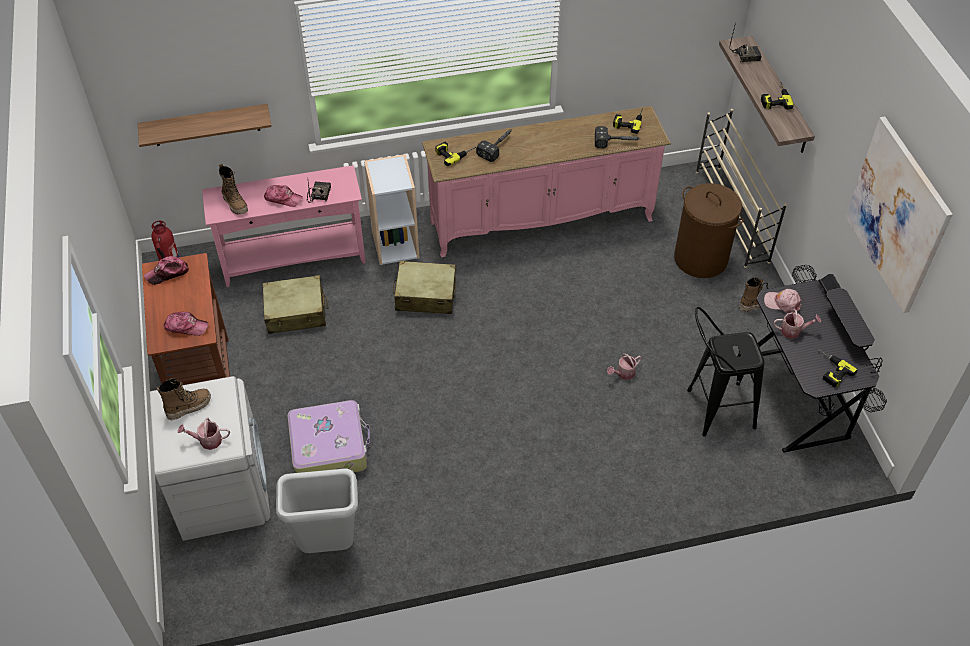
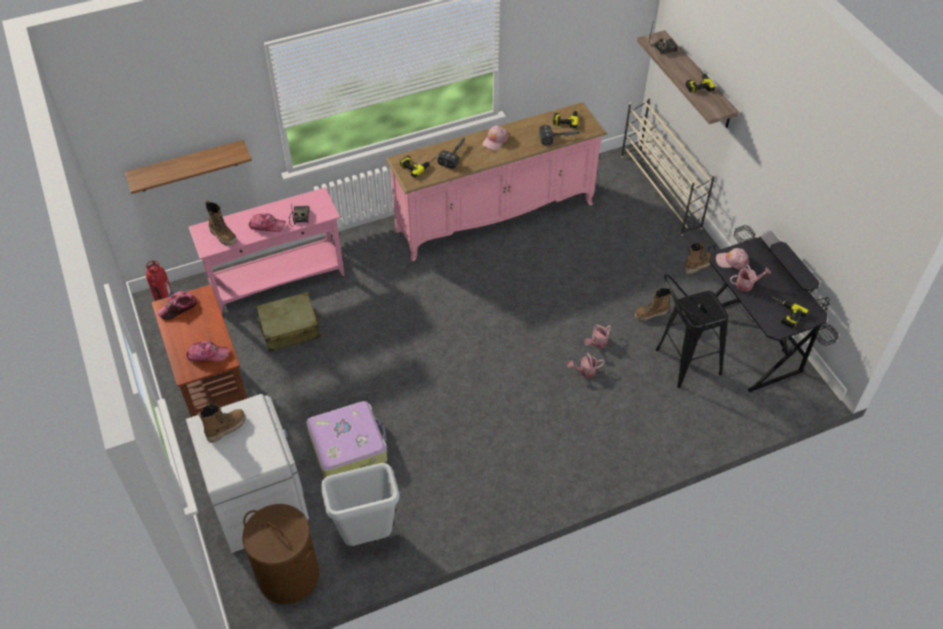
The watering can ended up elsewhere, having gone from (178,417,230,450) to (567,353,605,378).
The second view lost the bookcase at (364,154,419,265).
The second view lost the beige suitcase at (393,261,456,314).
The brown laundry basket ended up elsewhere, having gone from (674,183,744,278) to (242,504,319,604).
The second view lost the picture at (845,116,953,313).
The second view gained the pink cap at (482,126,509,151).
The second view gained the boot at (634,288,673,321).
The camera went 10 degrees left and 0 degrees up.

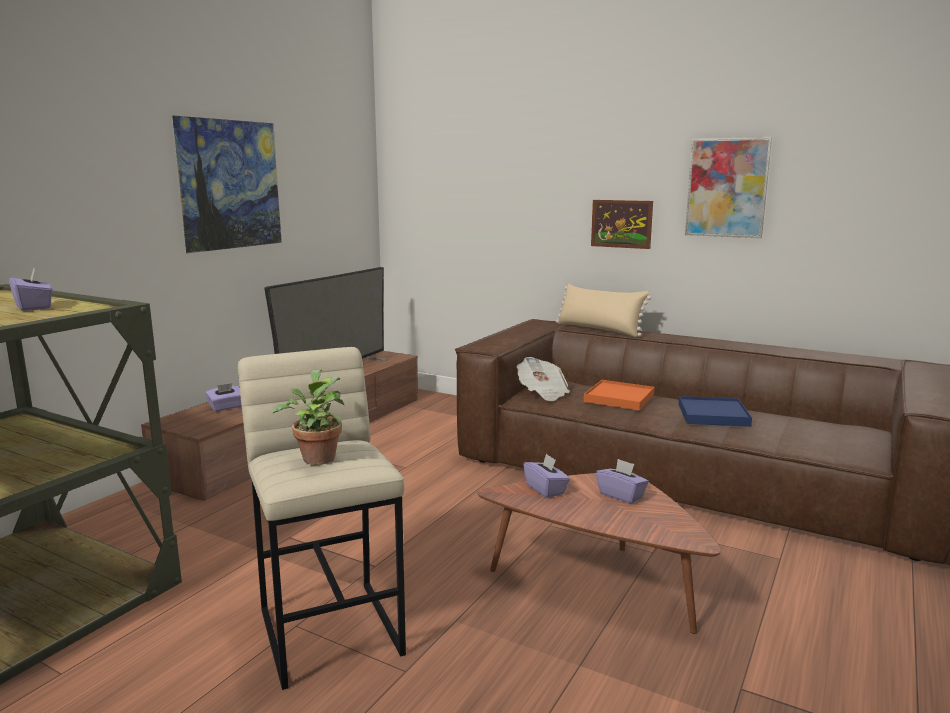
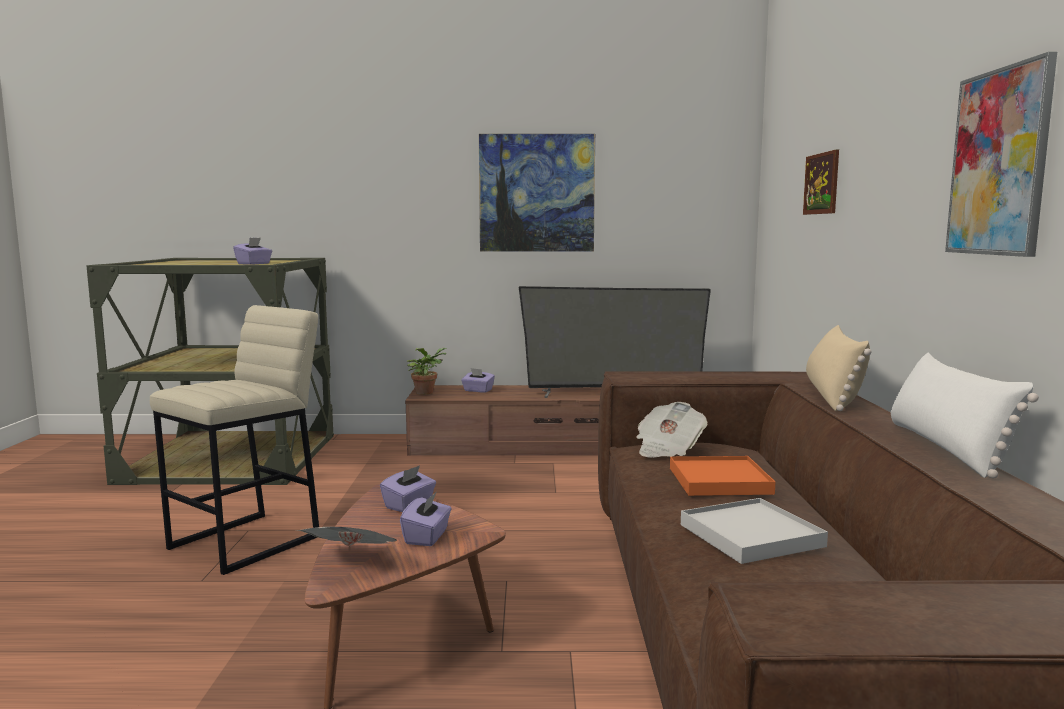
The potted plant ended up elsewhere, having gone from (272,369,345,465) to (407,348,447,395).
The picture ended up elsewhere, having gone from (591,200,653,249) to (803,150,839,215).
What was the blue tray at (678,396,752,427) turned into the white tray at (681,498,828,564).
The second view gained the newspaper at (296,527,398,546).
The second view gained the white pillow at (891,353,1039,479).
The camera went 60 degrees right and 5 degrees down.

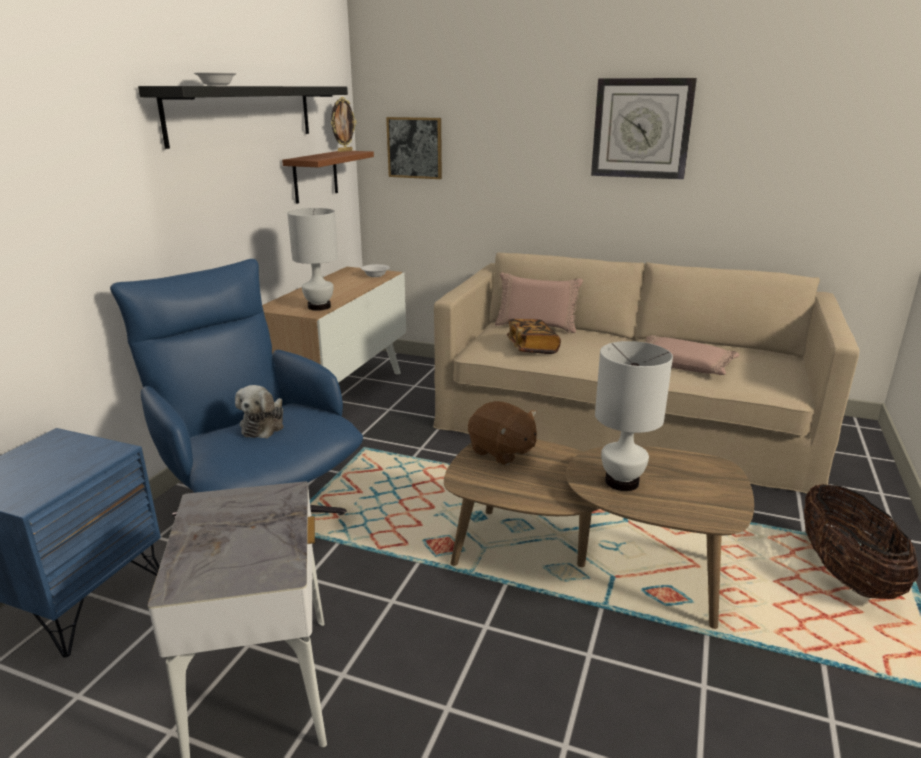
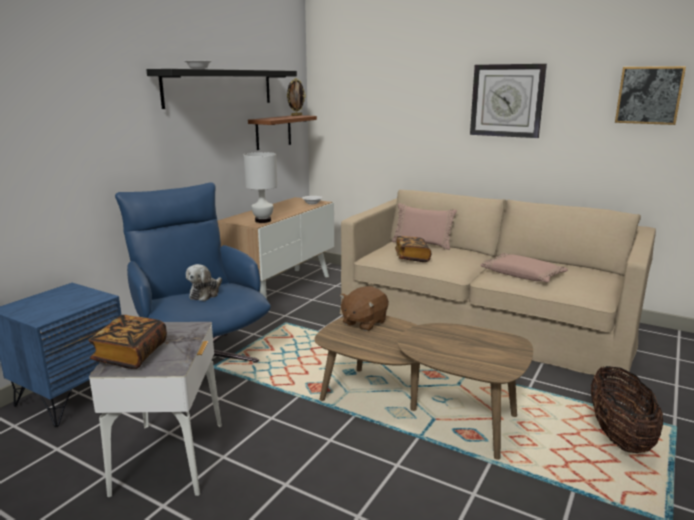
The picture ended up elsewhere, having gone from (386,117,442,179) to (615,66,686,125).
The brown plush toy at (468,401,537,465) ended up facing another way, 75 degrees clockwise from before.
The second view lost the white table lamp at (595,341,673,491).
The second view gained the book at (88,315,167,369).
The camera went 10 degrees right and 5 degrees down.

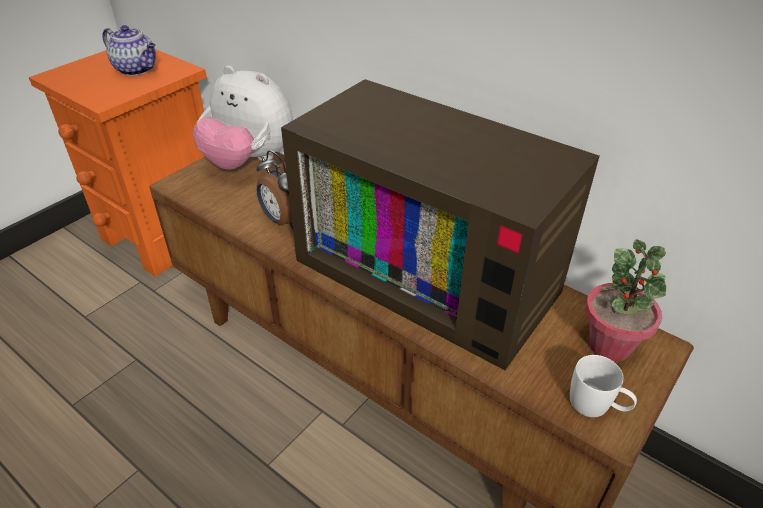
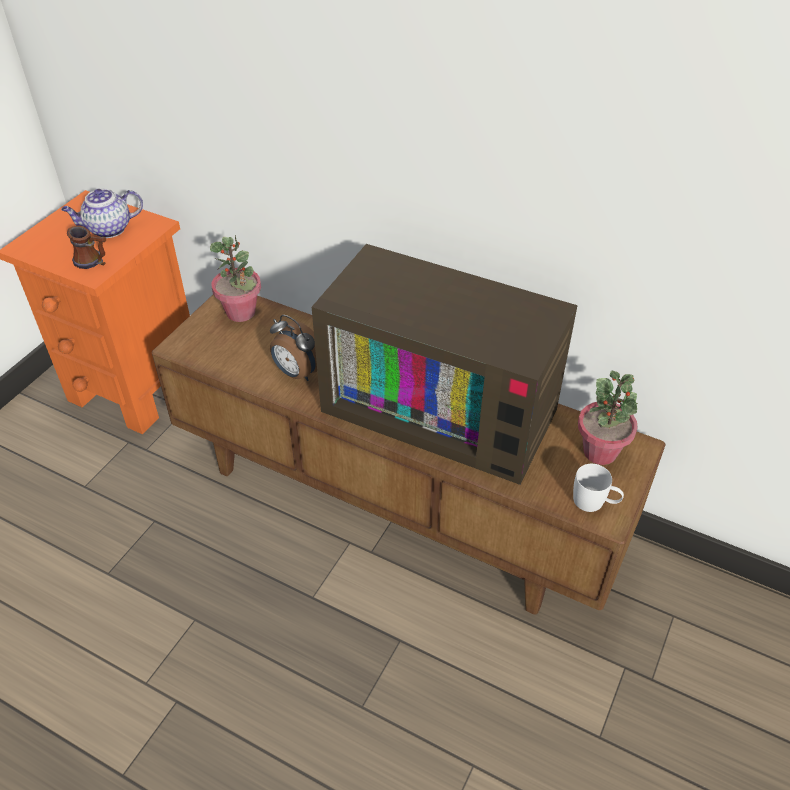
The teapot at (102,25,156,76) ended up facing another way, 135 degrees clockwise from before.
Where the plush toy stood at (193,65,293,170), the potted plant came to stand at (210,235,261,322).
The second view gained the mug at (67,225,106,269).
The camera went 10 degrees left and 5 degrees up.

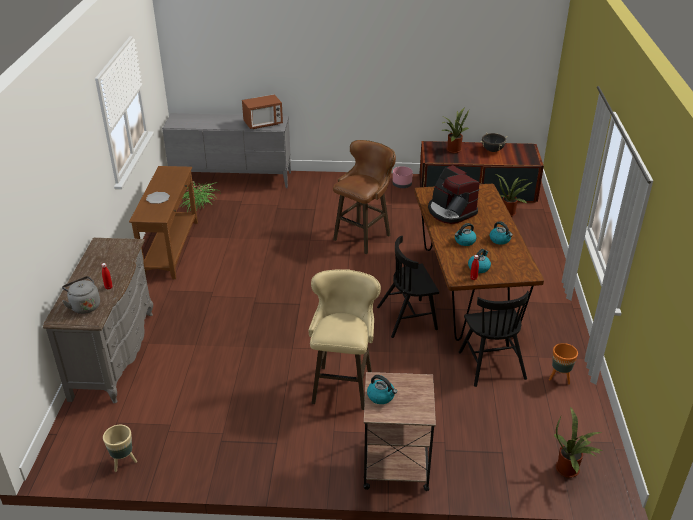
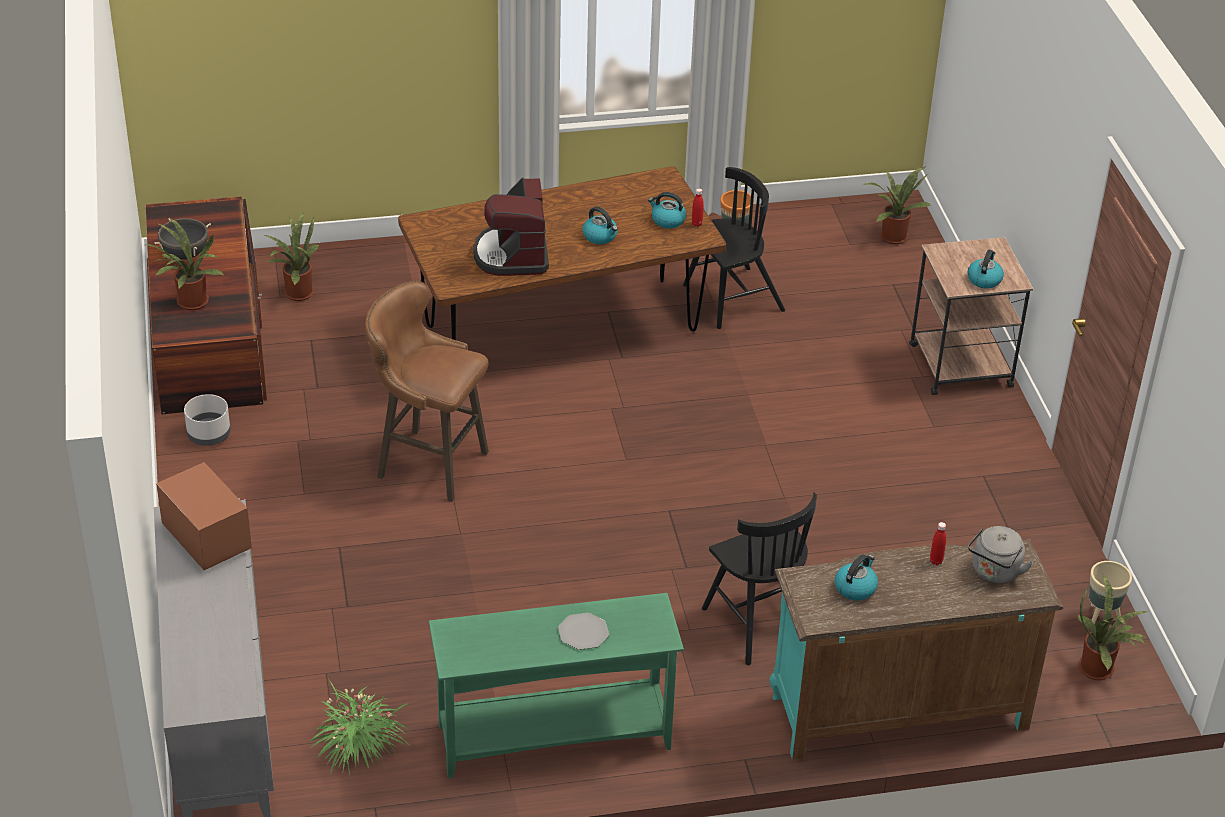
What was the grey dresser at (43,238,153,403) turned into the turquoise dresser at (769,540,1063,760).
What was the brown console table at (129,166,198,279) turned into the green console table at (429,593,684,778).
The second view lost the beige stool at (308,269,381,410).
The black chair ended up elsewhere, having gone from (377,236,439,338) to (702,492,817,665).
What was the pink planter at (393,166,413,188) turned into the grey planter at (184,394,230,446).
The coffee machine at (428,165,480,224) ended up facing another way, 135 degrees clockwise from before.
The kettle ended up elsewhere, having gone from (490,221,513,245) to (835,555,878,600).
The second view gained the potted plant at (1078,574,1148,680).
The camera went 105 degrees left and 5 degrees up.

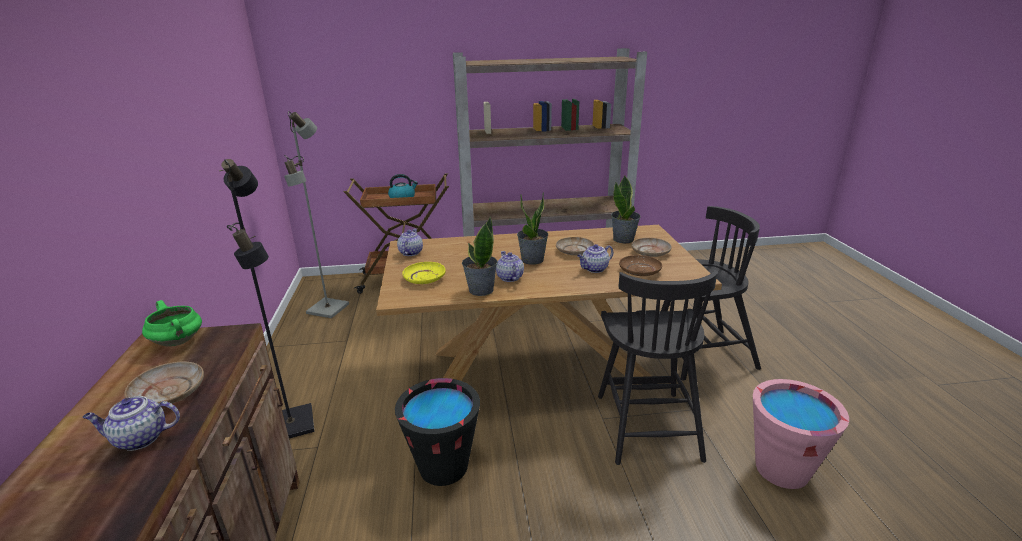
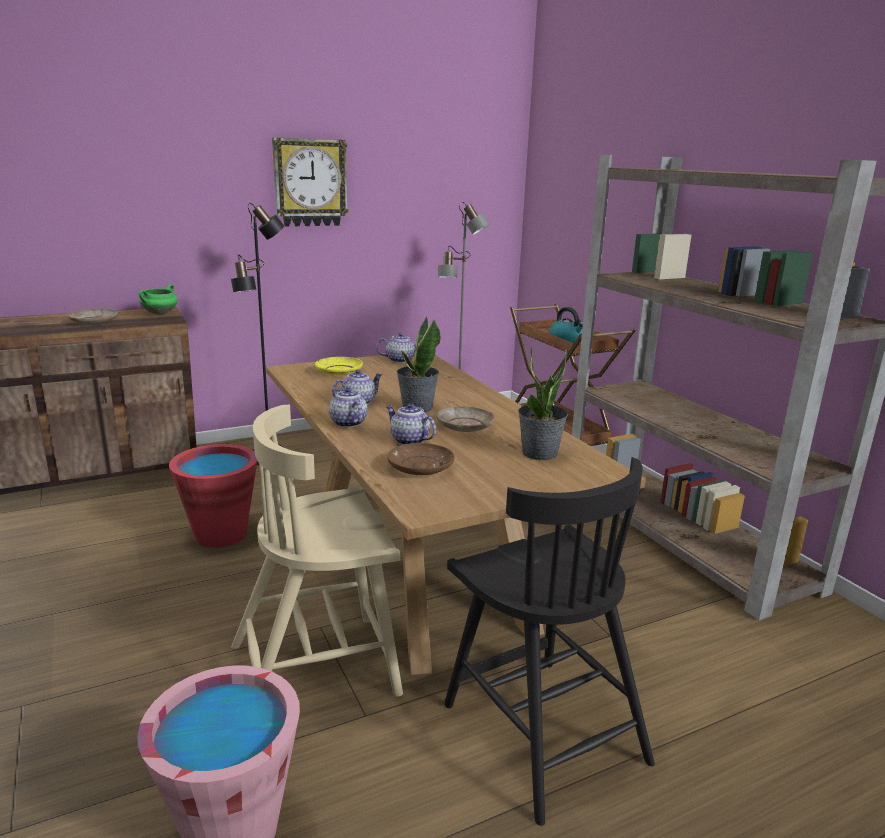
The teapot ended up elsewhere, having gone from (82,396,180,451) to (329,387,368,427).
What was the black bucket at (395,378,480,486) turned into the red bucket at (169,444,257,548).
The second view lost the potted plant at (462,216,497,296).
What was the black chair at (598,270,717,465) turned into the beige chair at (231,405,403,697).
The second view lost the beige plate at (631,238,672,257).
The second view gained the wall clock at (272,137,348,227).
The camera went 70 degrees right and 5 degrees down.

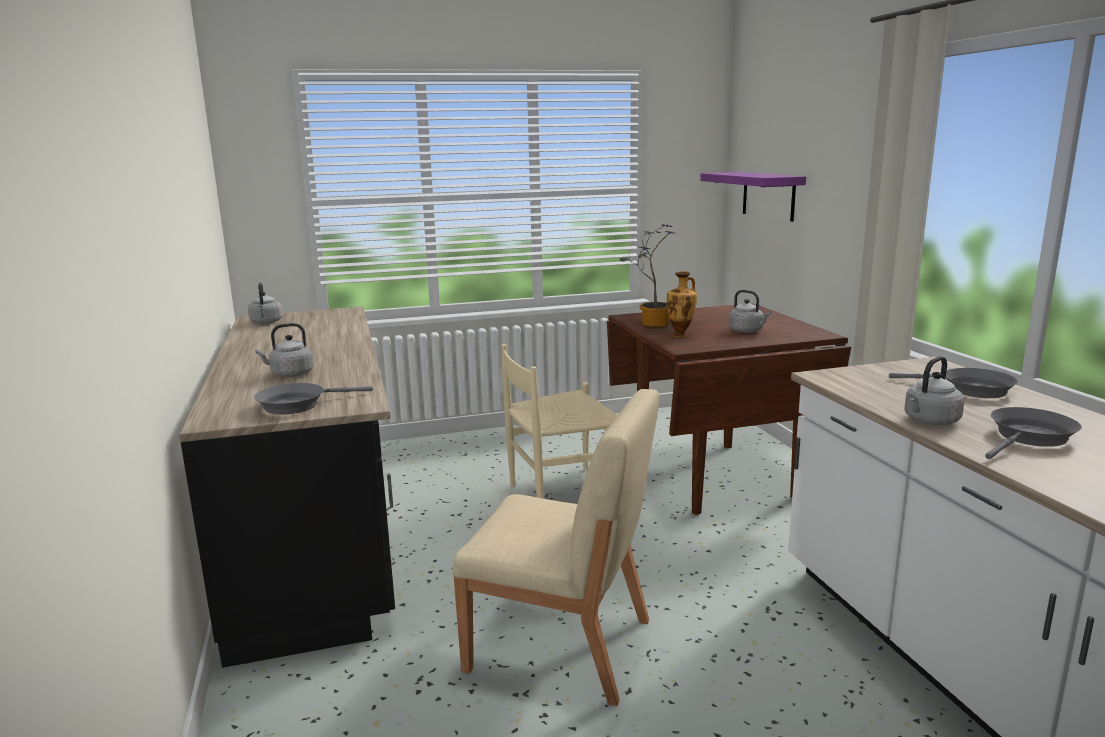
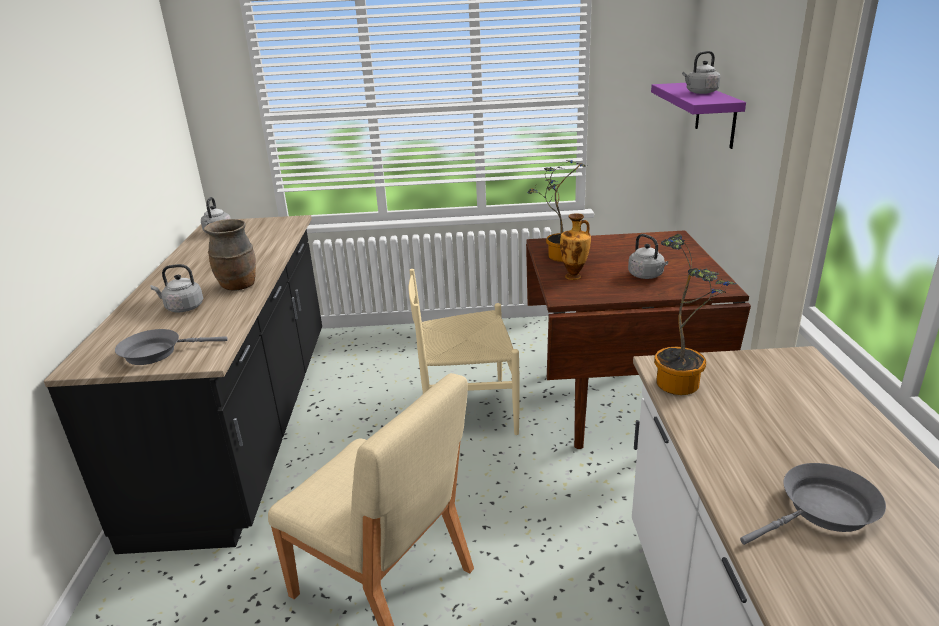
The second view lost the grey frying pan at (889,368,1018,398).
The grey kettle ended up elsewhere, having gone from (905,356,964,425) to (682,51,720,94).
The second view gained the brown vase at (204,219,256,291).
The second view gained the potted plant at (654,234,737,395).
The camera went 15 degrees right and 10 degrees up.

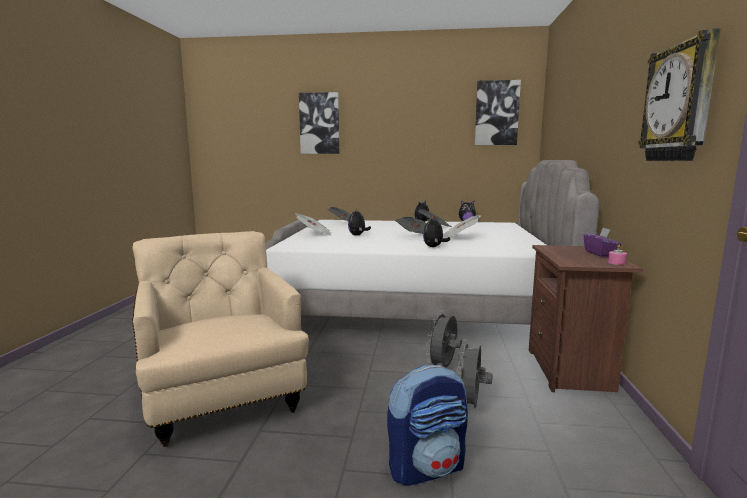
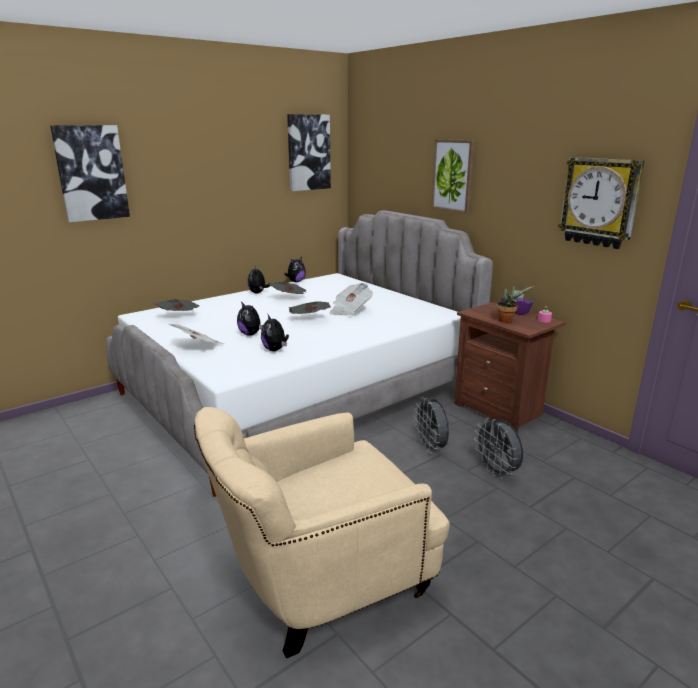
The beige armchair at (132,231,309,447) ended up facing another way, 45 degrees counterclockwise from before.
The second view lost the backpack at (387,365,468,486).
The plush toy ended up elsewhere, having gone from (423,218,450,247) to (261,315,289,351).
The second view gained the picture at (431,139,475,214).
The second view gained the potted plant at (496,284,534,323).
The camera went 45 degrees left and 10 degrees up.

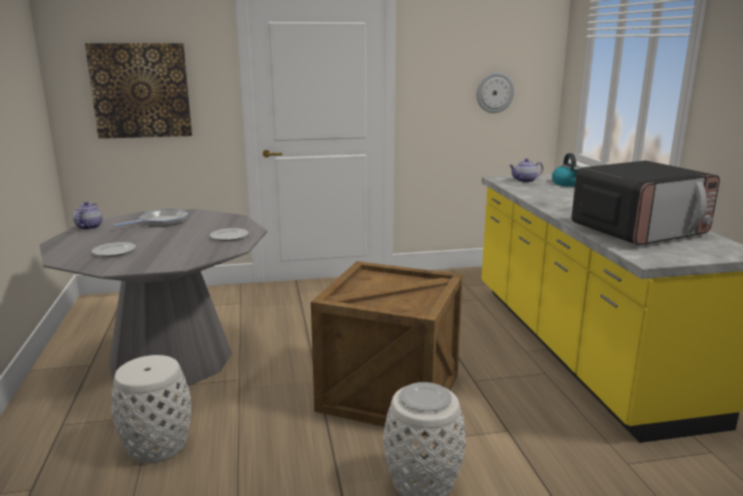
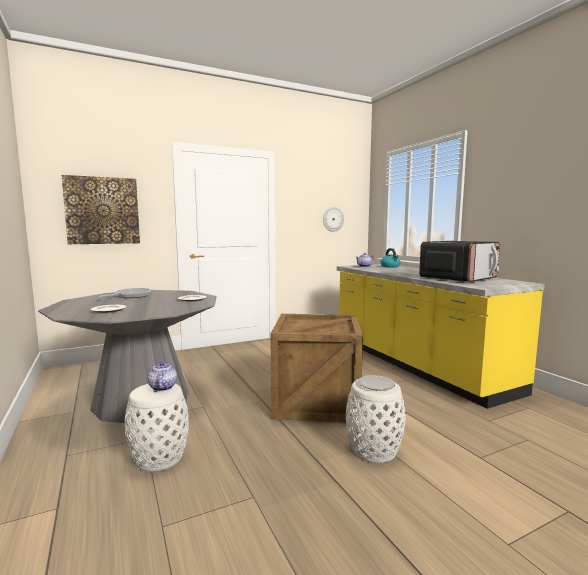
The teapot ended up elsewhere, having gone from (73,202,102,230) to (148,362,177,391).
The camera went 15 degrees left and 10 degrees down.

